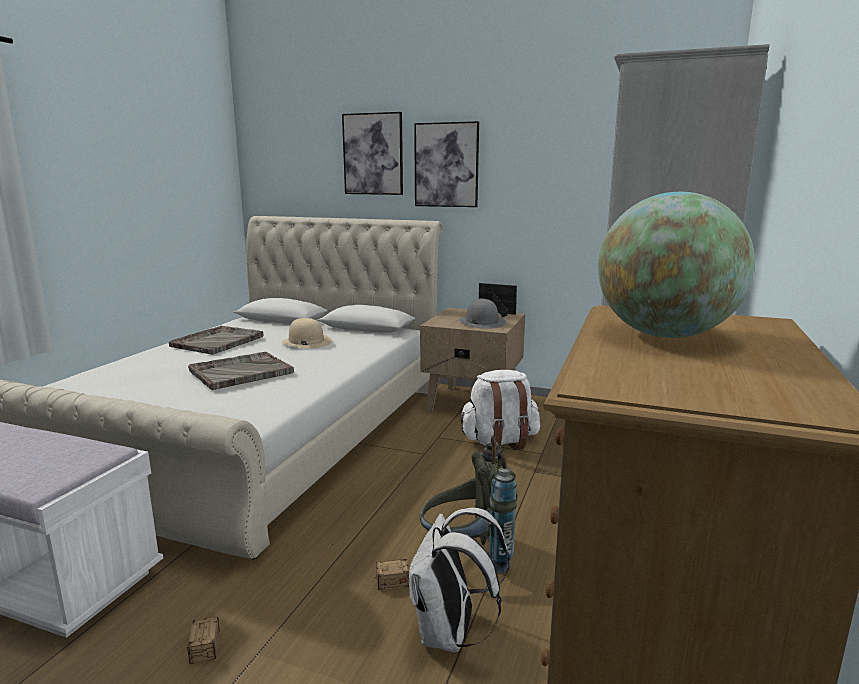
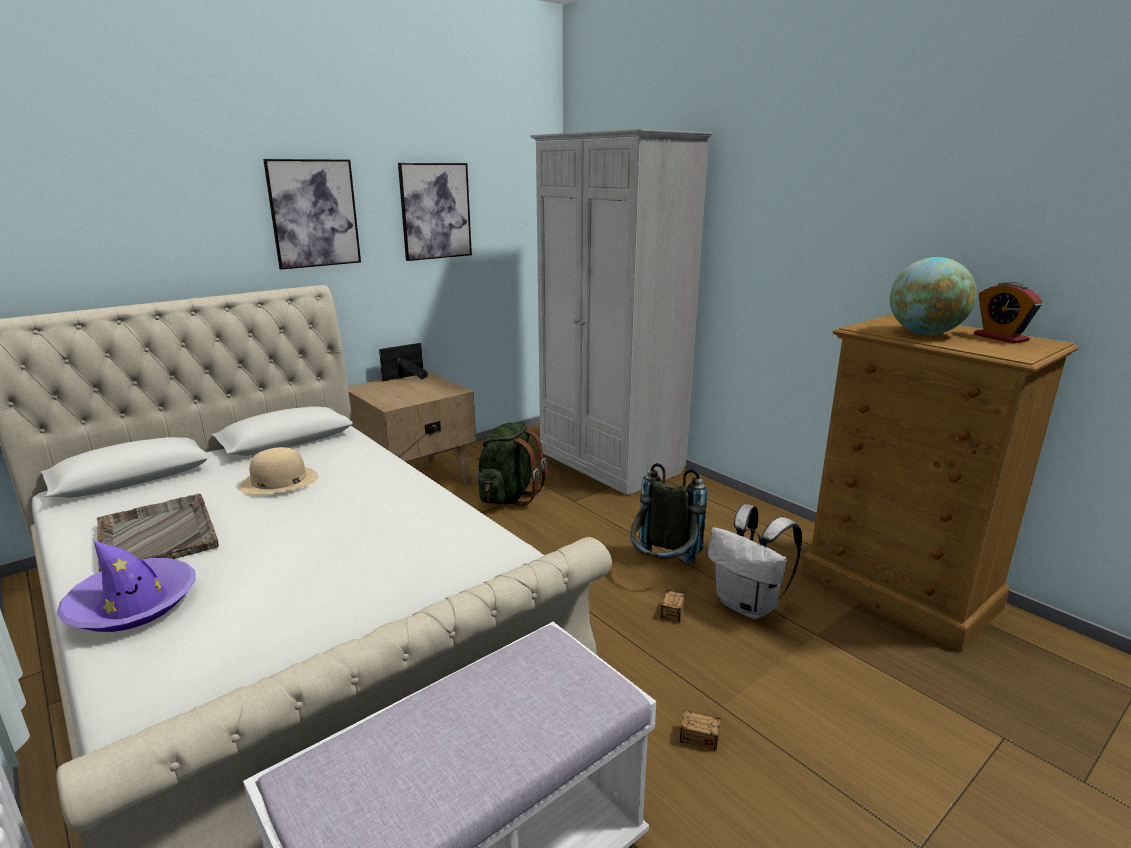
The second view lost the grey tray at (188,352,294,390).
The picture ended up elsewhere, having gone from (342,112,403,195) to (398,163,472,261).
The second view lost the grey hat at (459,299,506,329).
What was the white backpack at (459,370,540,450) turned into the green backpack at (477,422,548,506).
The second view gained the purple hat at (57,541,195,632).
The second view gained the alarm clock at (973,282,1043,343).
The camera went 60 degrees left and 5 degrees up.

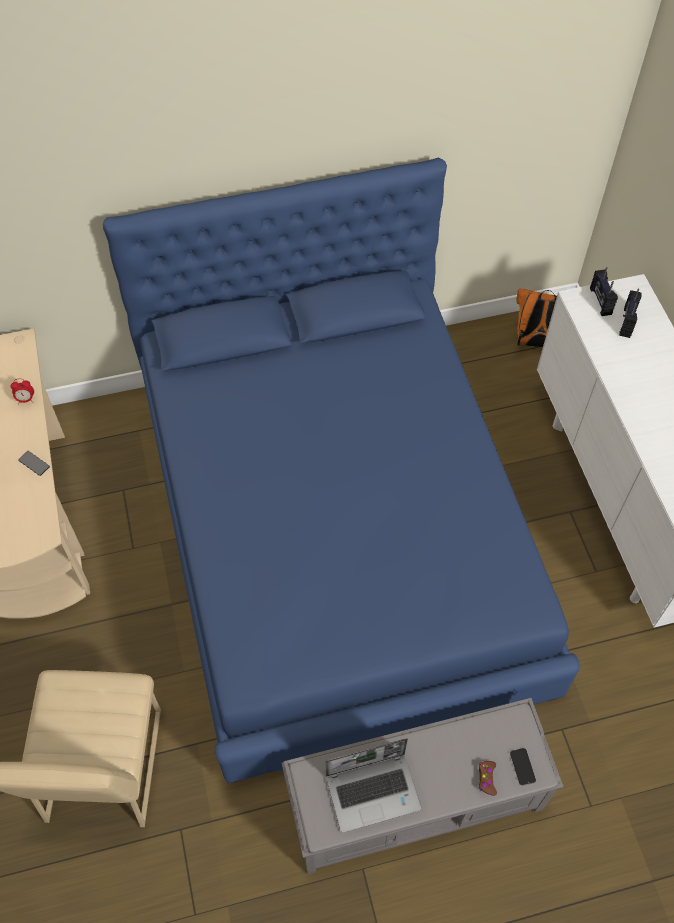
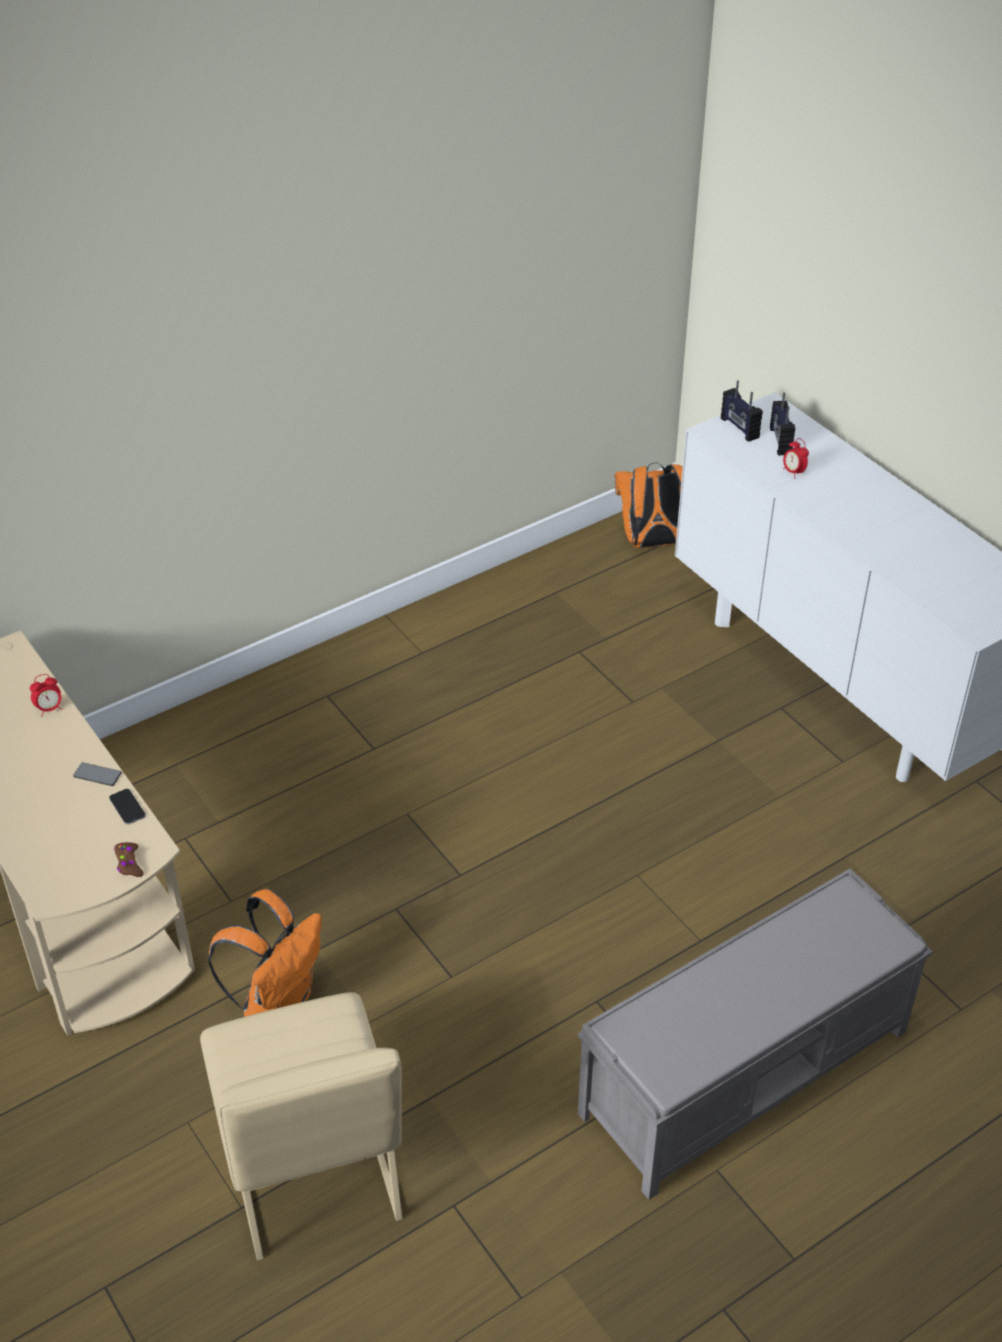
The second view lost the blue bed at (103,158,580,783).
The second view lost the laptop at (325,738,421,833).
The brown game controller ended up elsewhere, having gone from (479,761,497,796) to (114,842,144,877).
The phone ended up elsewhere, having gone from (510,748,536,786) to (109,789,146,825).
The second view gained the orange backpack at (208,889,322,1017).
The second view gained the alarm clock at (783,438,809,479).
The camera went 20 degrees left and 15 degrees down.

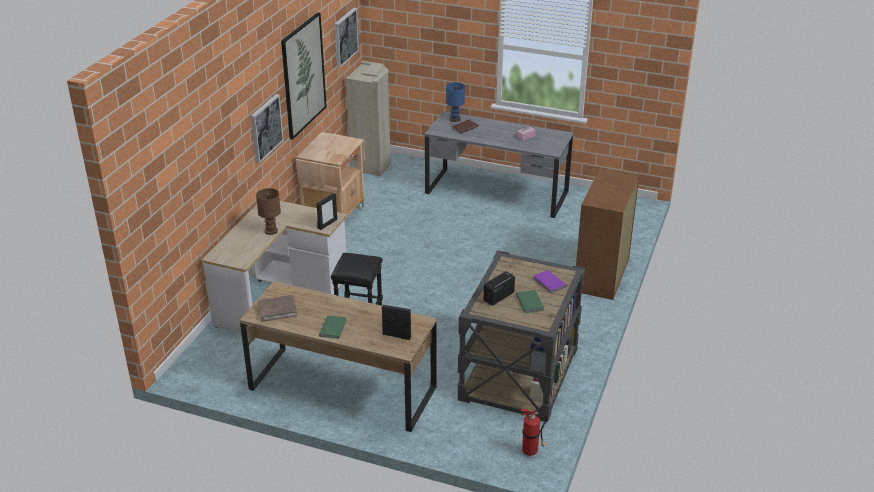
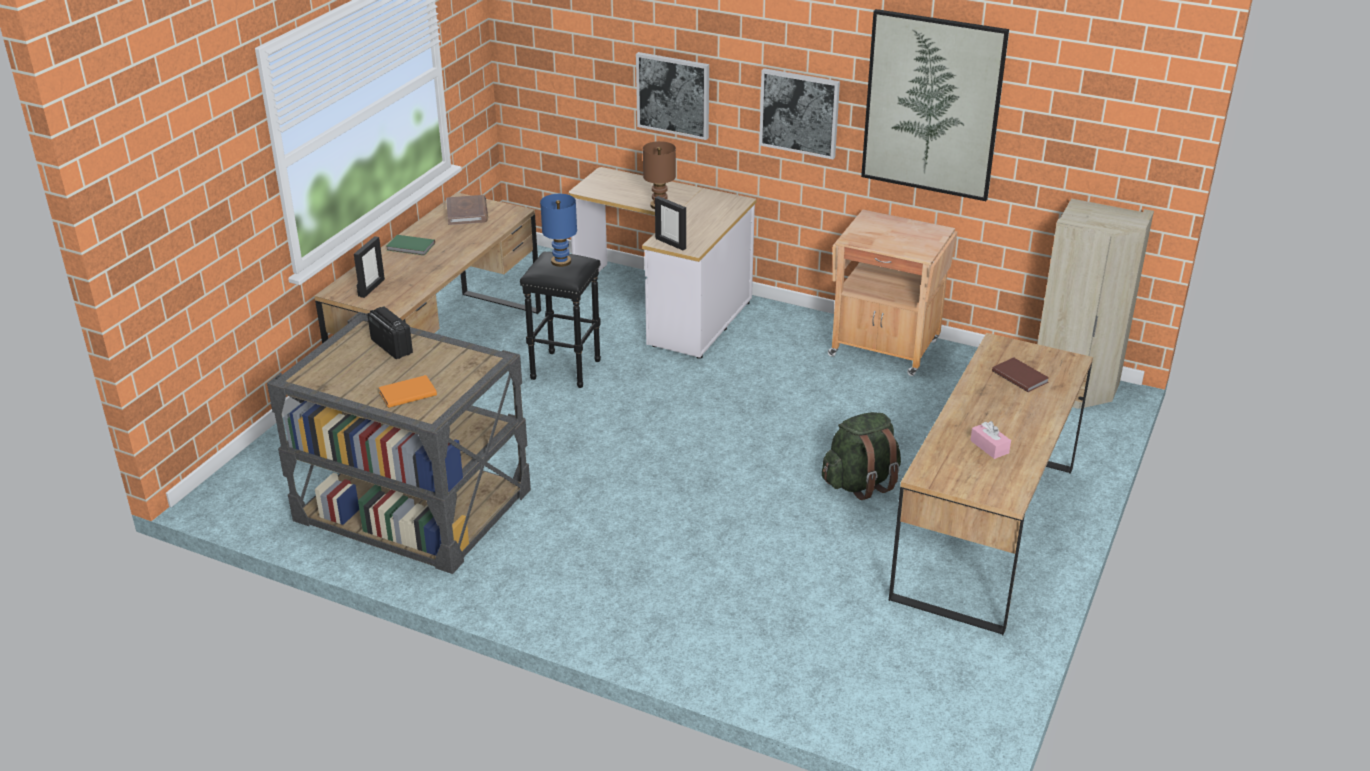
The picture ended up elsewhere, having gone from (335,8,359,68) to (636,52,709,140).
What was the grey desk at (425,111,573,218) turned into the brown desk at (889,333,1093,635).
The blue table lamp ended up elsewhere, having gone from (446,82,465,122) to (540,194,577,267).
The second view lost the green book at (516,290,544,313).
The second view lost the fire extinguisher at (521,407,547,456).
What was the purple book at (533,270,567,293) turned into the orange book at (378,375,437,408).
The second view lost the brown cabinet at (576,168,639,300).
The second view gained the green backpack at (822,412,901,500).
The camera went 95 degrees right and 0 degrees up.

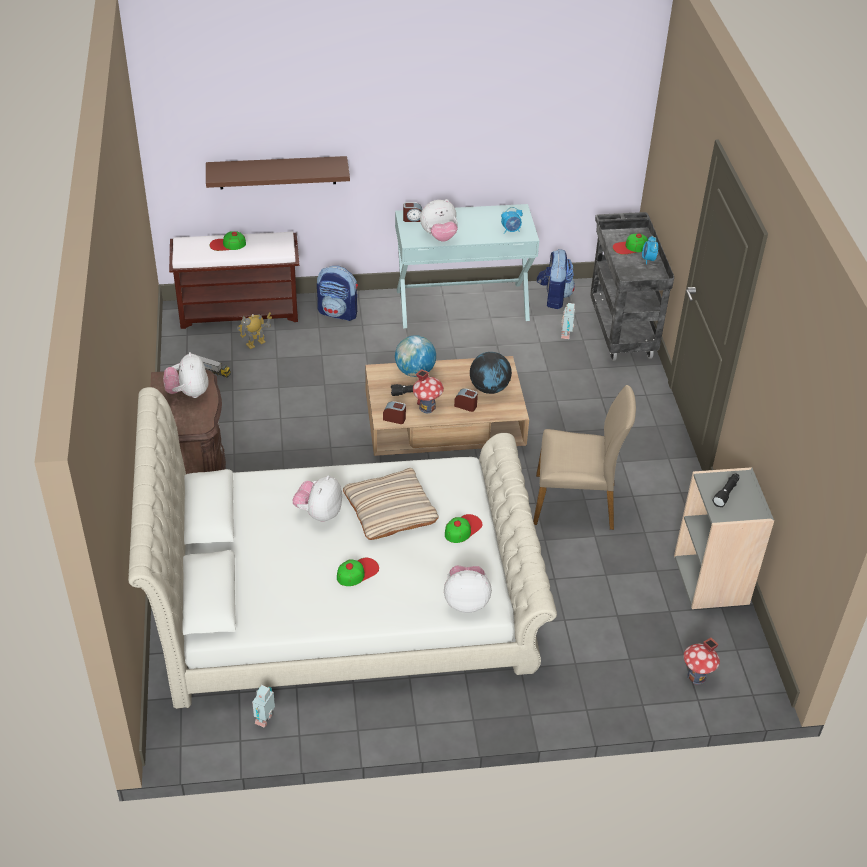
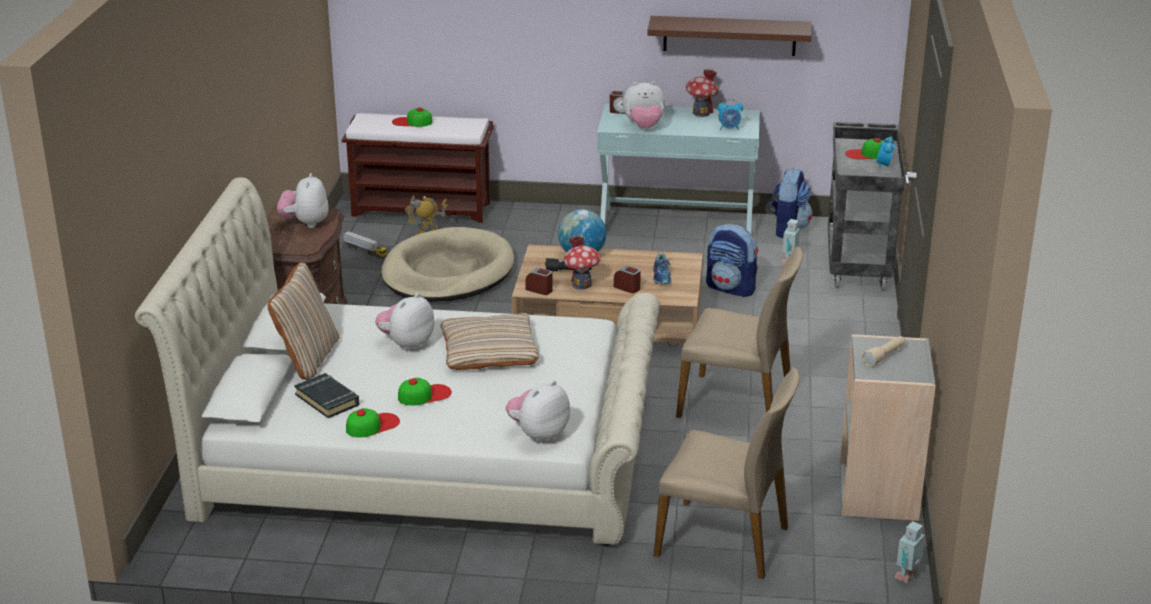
The brown shelf ended up elsewhere, having gone from (206,156,350,189) to (647,16,812,56).
The toy robot ended up elsewhere, having gone from (252,685,275,728) to (895,521,925,583).
The backpack ended up elsewhere, having gone from (317,266,358,321) to (706,224,758,297).
The plush toy at (444,566,492,613) ended up facing another way, 60 degrees counterclockwise from before.
The cap ended up elsewhere, having gone from (445,514,483,543) to (346,408,400,437).
Where the globe stood at (470,352,512,394), the shoe came to stand at (653,253,672,284).
The toy house ended up elsewhere, having gone from (683,638,720,685) to (686,70,719,117).
What was the black flashlight at (712,473,740,507) turned into the beige flashlight at (862,336,906,367).
The second view gained the beige pillow at (268,262,340,380).
The second view gained the black book at (294,373,359,418).
The second view gained the beige dog bed at (381,227,514,302).
The second view gained the beige chair at (653,368,800,579).
The camera went 15 degrees right and 15 degrees down.

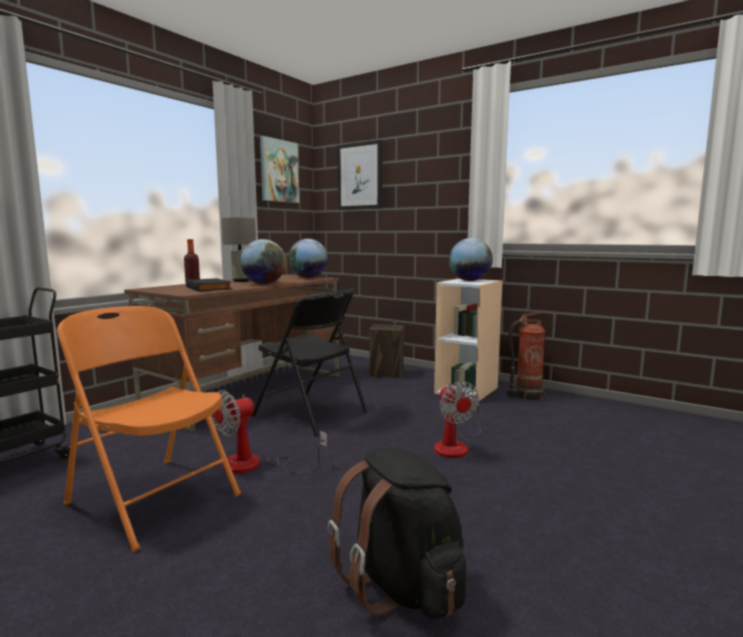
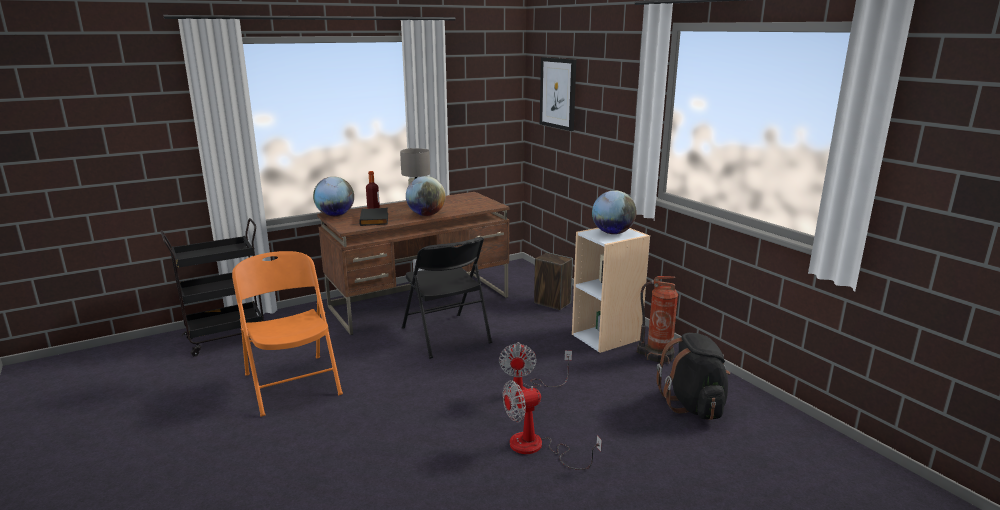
The fan ended up elsewhere, having gone from (211,390,327,474) to (503,380,602,470).
The second view lost the picture at (260,136,299,203).
The globe ended up elsewhere, having gone from (289,239,328,278) to (313,176,354,216).
The black backpack ended up elsewhere, having gone from (328,447,466,619) to (656,333,730,420).
The camera went 25 degrees right and 10 degrees up.

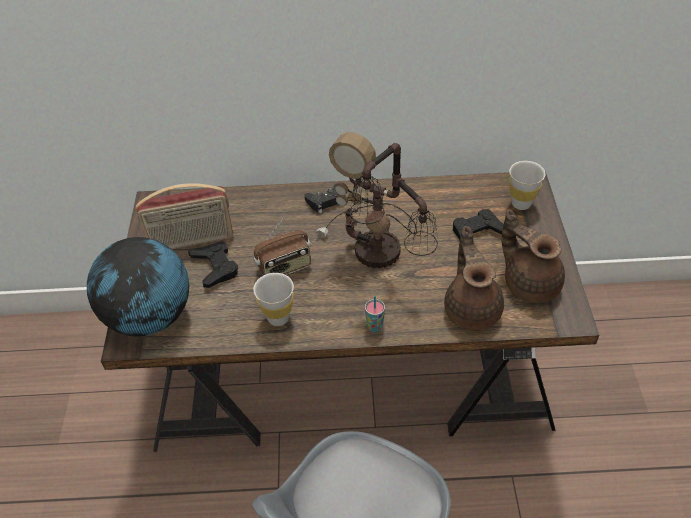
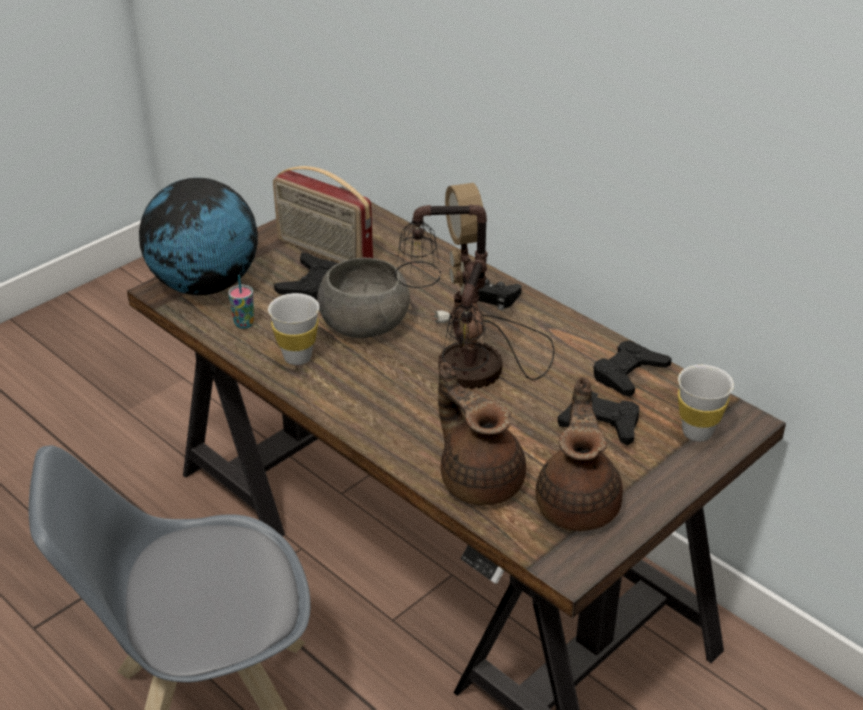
Where the radio stood at (253,217,311,275), the grey bowl came to stand at (317,258,410,338).
The cup ended up elsewhere, having gone from (365,296,385,332) to (228,274,254,329).
The brown teapot at (444,226,504,331) ended up facing another way, 75 degrees counterclockwise from before.
The second view gained the black game controller at (593,340,672,396).
The camera went 45 degrees right and 10 degrees down.

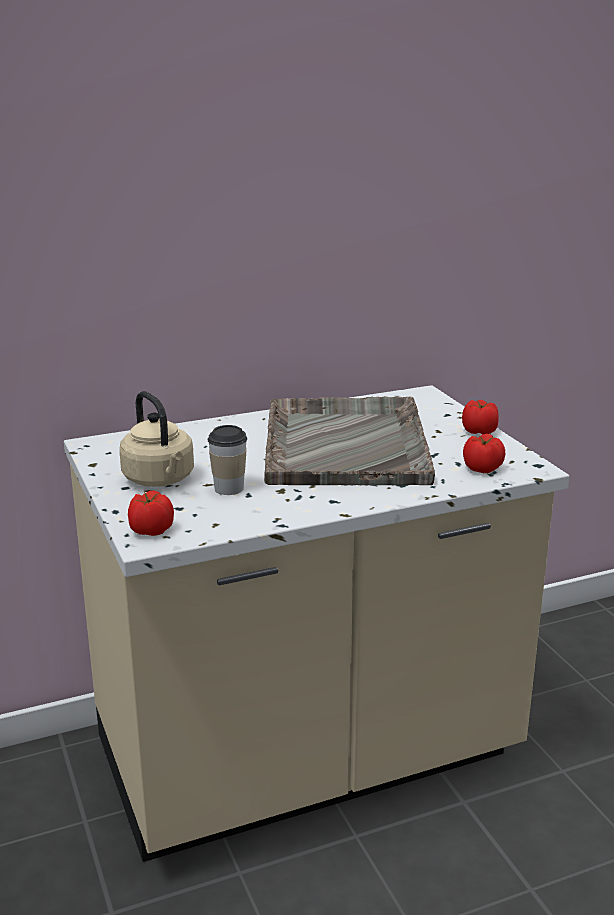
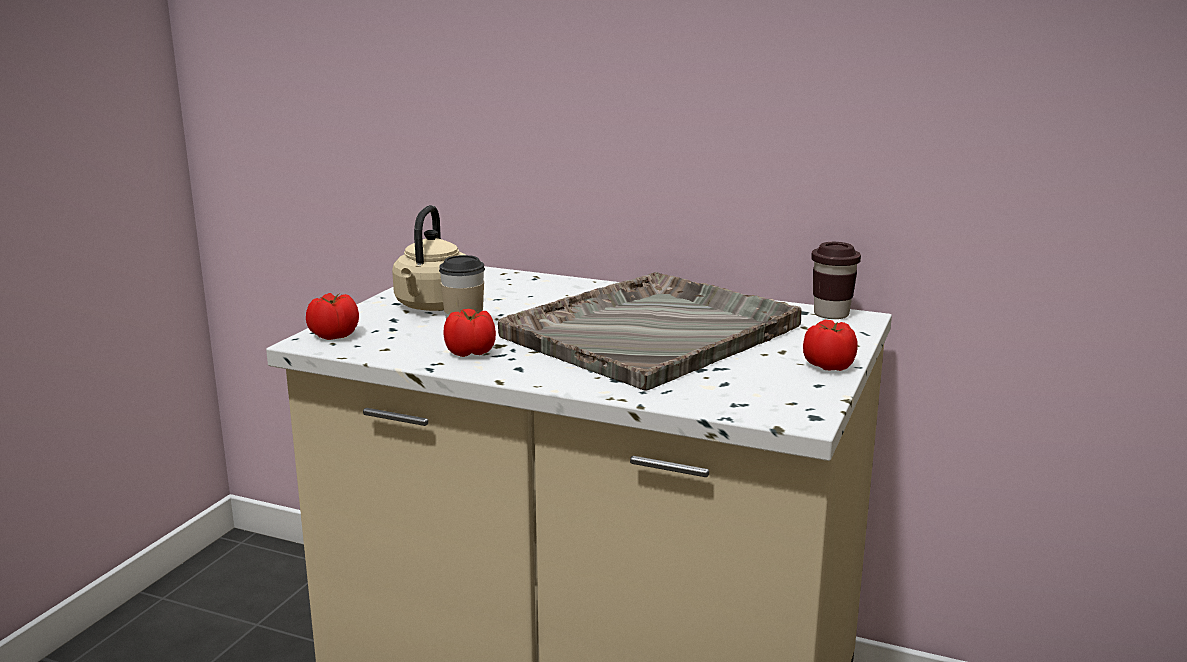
The tomato ended up elsewhere, having gone from (463,434,505,473) to (443,309,496,357).
The second view gained the brown cup at (811,242,861,319).
The camera went 45 degrees right and 5 degrees down.

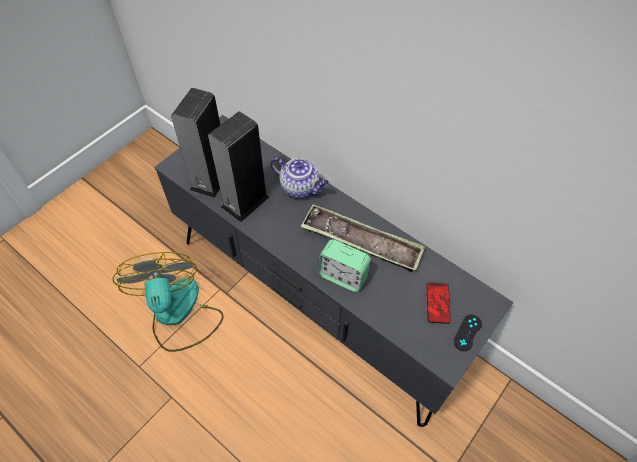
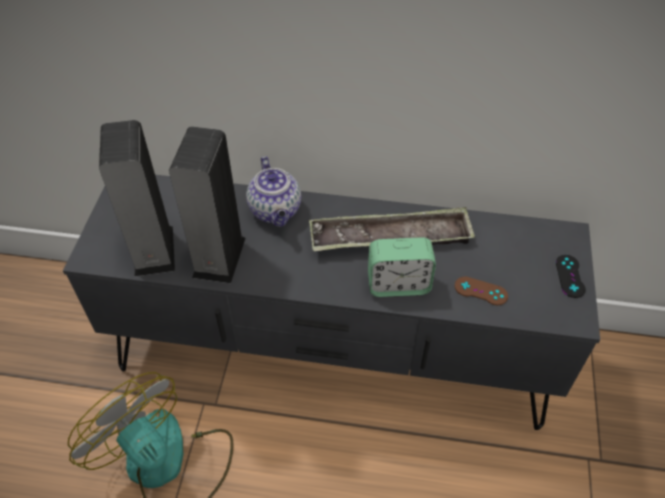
The teapot at (271,157,329,199) ended up facing another way, 75 degrees clockwise from before.
The second view lost the phone at (426,282,451,324).
The second view gained the brown game controller at (455,277,508,305).
The camera went 30 degrees left and 5 degrees down.

